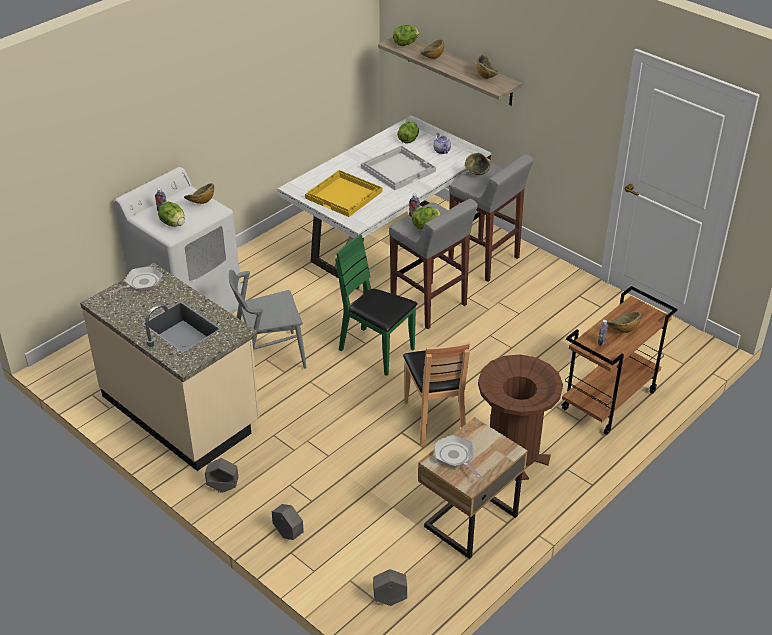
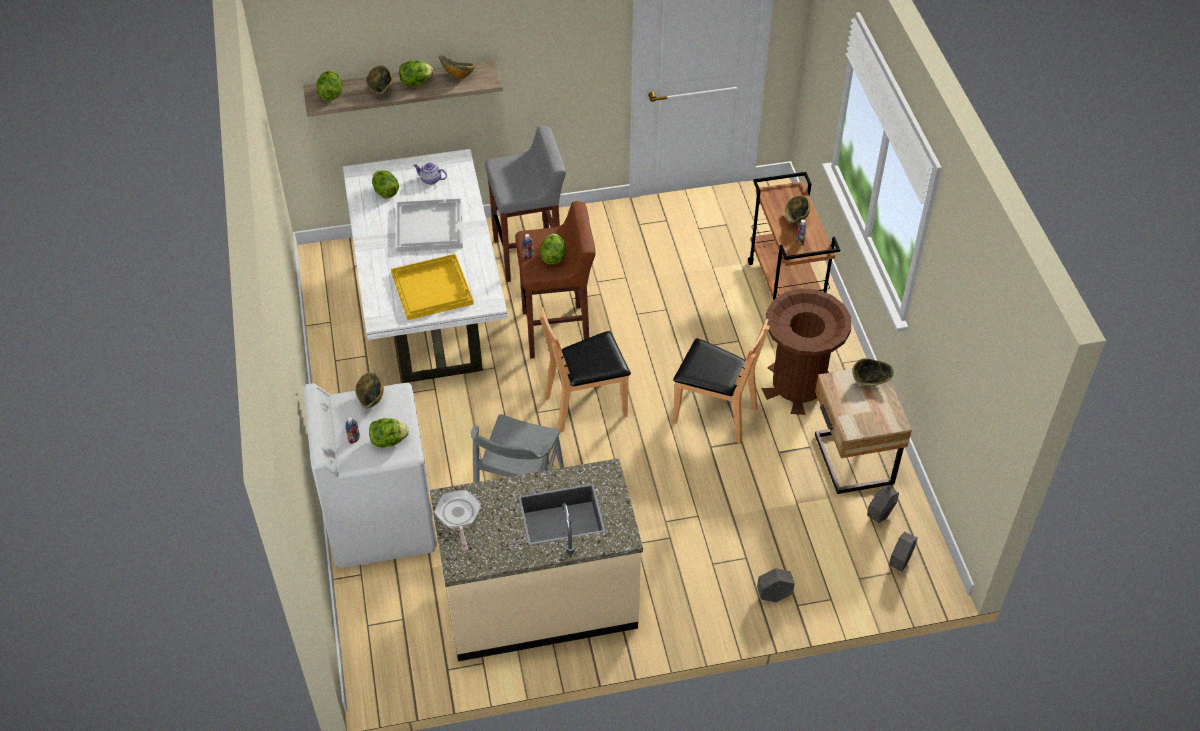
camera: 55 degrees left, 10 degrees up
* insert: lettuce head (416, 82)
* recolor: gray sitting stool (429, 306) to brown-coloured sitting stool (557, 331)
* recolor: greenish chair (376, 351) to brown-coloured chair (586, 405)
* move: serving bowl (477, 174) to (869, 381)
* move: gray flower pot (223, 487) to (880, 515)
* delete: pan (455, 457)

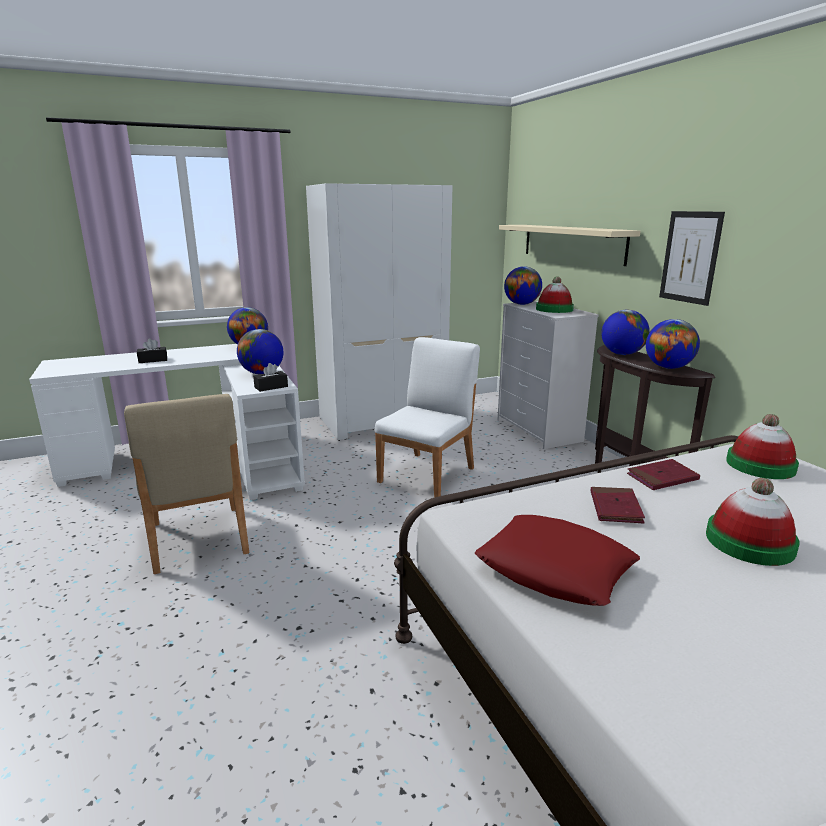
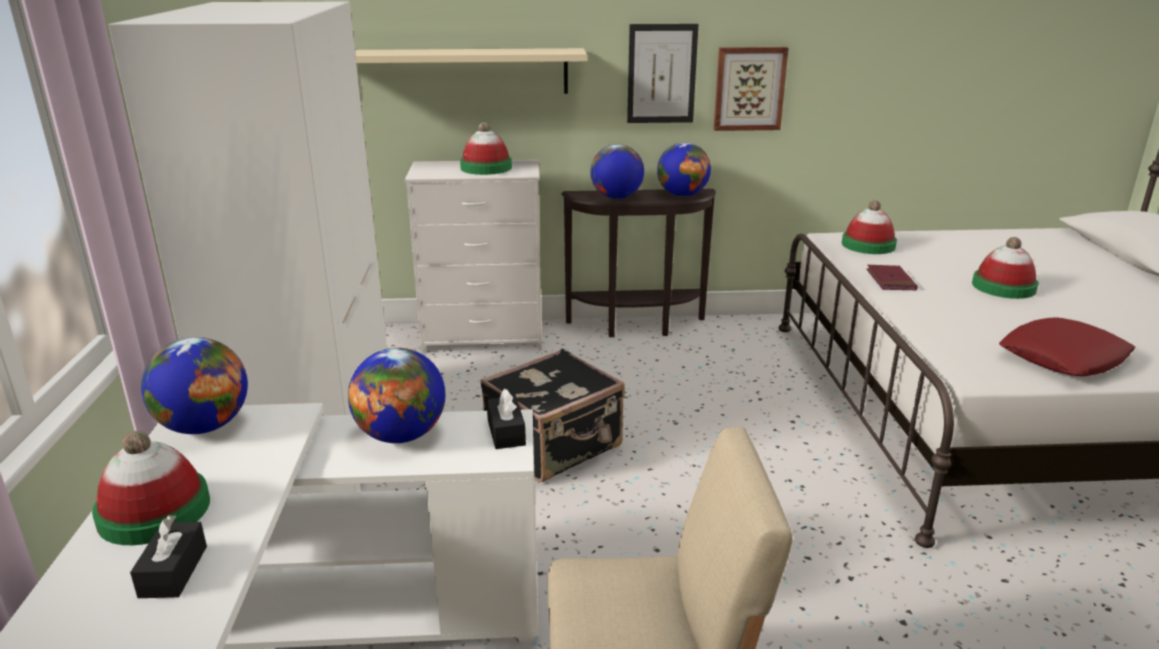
camera: 70 degrees left, 5 degrees up
* insert: hat (154, 511)
* replace: whitish chair (428, 474) to black suitcase (555, 446)
* insert: picture (749, 88)
* delete: globe (521, 304)
* delete: reddish book (615, 508)

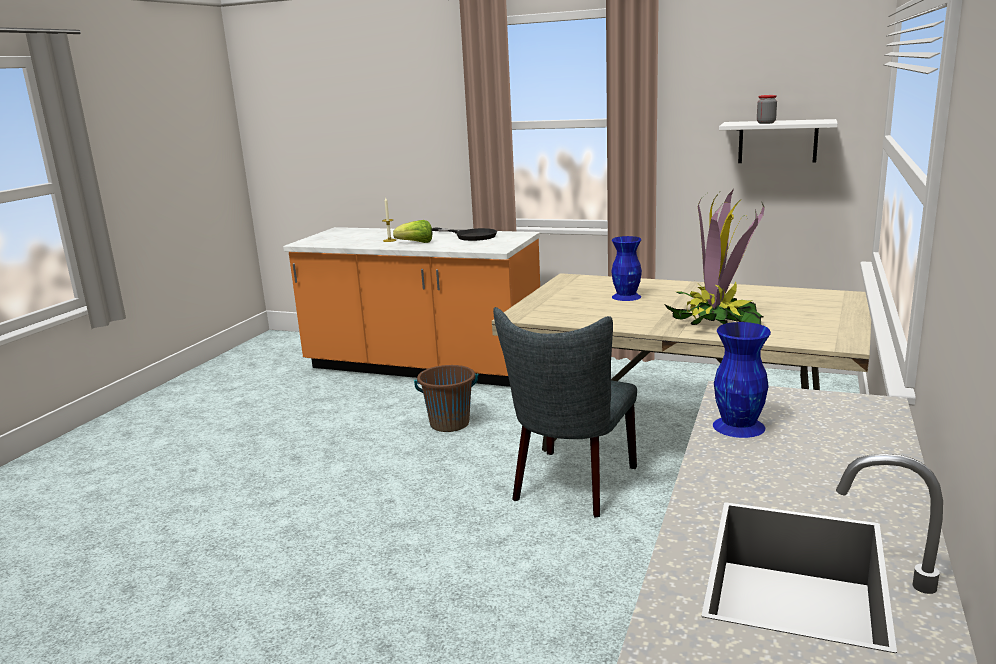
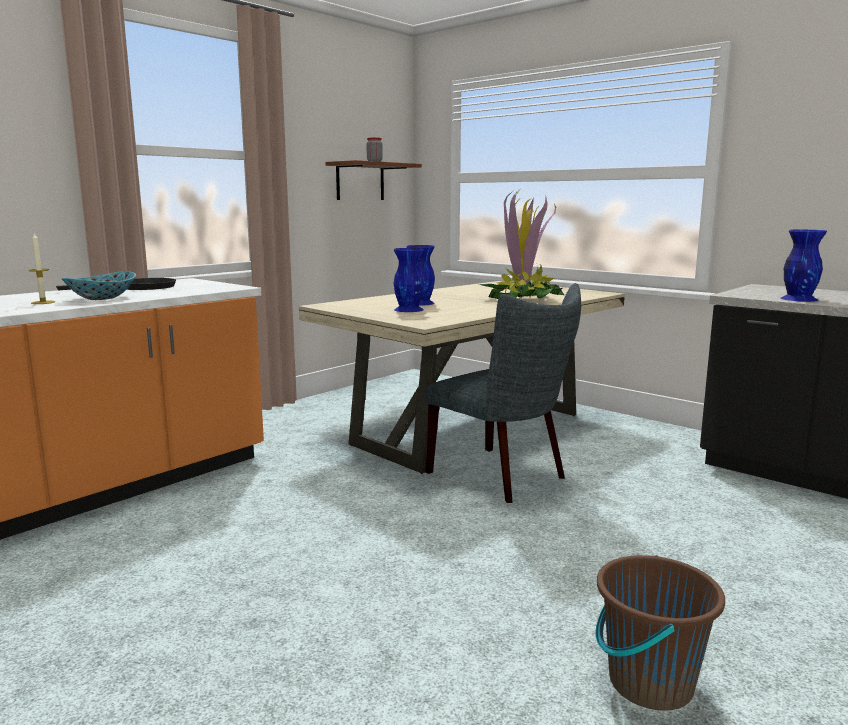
camera: 70 degrees left, 5 degrees down
* replace: lettuce head (416, 243) to serving bowl (102, 298)
* recolor: whitish wall shelf (777, 141) to brown-coloured wall shelf (360, 181)
* insert: bluish flower vase (409, 309)
* move: brown-coloured water bucket (449, 423) to (649, 683)

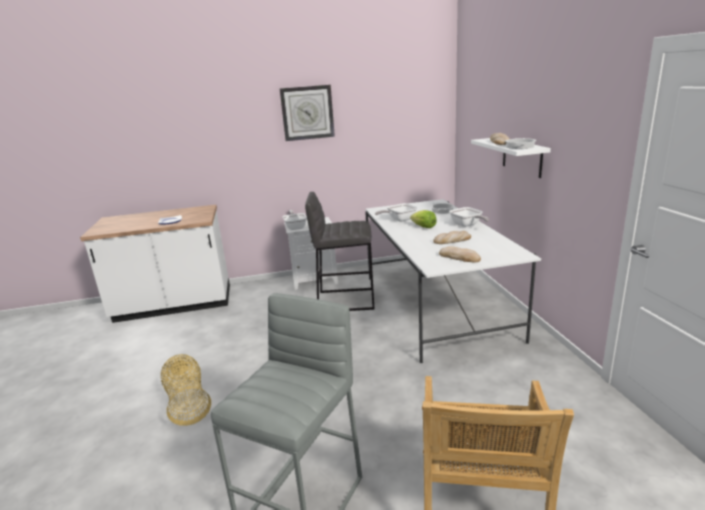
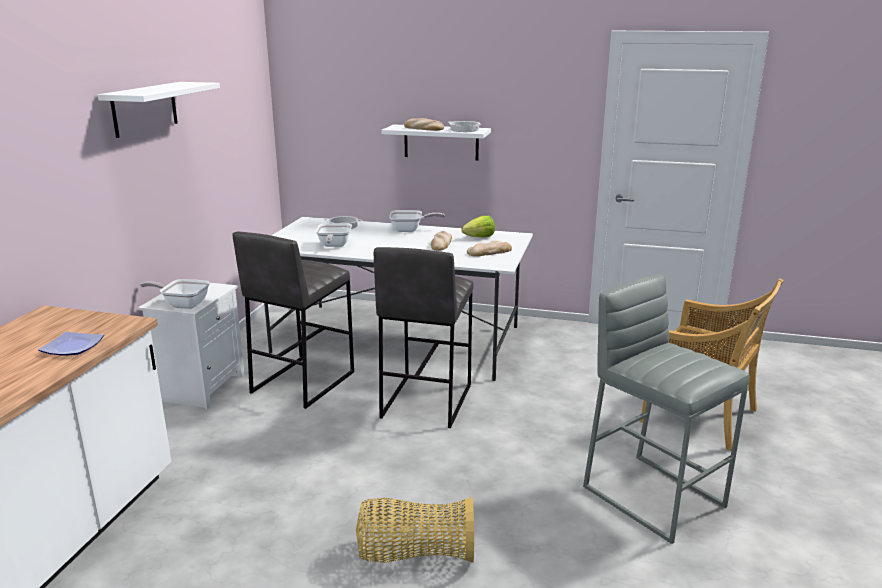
camera: 65 degrees left, 0 degrees up
* replace: clock on the wall (307, 113) to whitish wall shelf (145, 108)
* insert: gray sitting stool (425, 401)
* move: lettuce head (423, 227) to (480, 237)

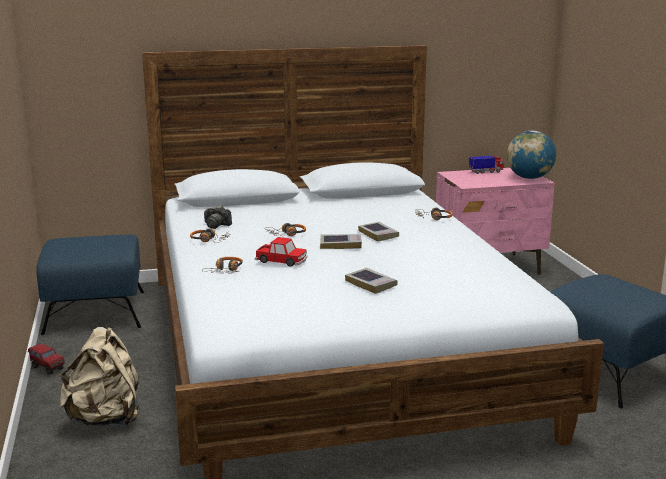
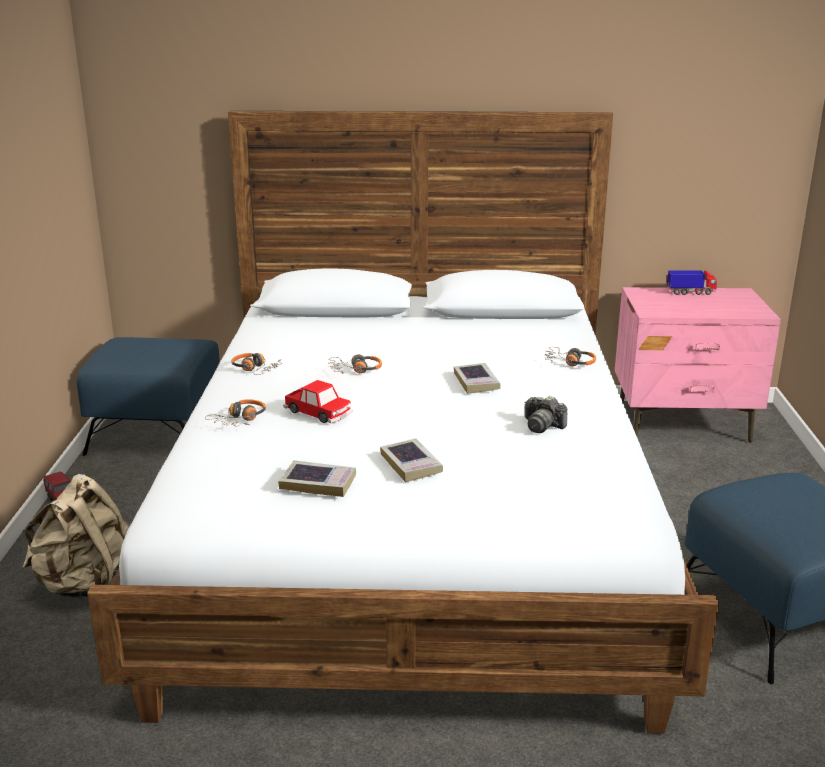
camera: 15 degrees right, 5 degrees up
* move: book (340, 244) to (318, 483)
* move: still camera (216, 225) to (542, 426)
* delete: globe (529, 178)

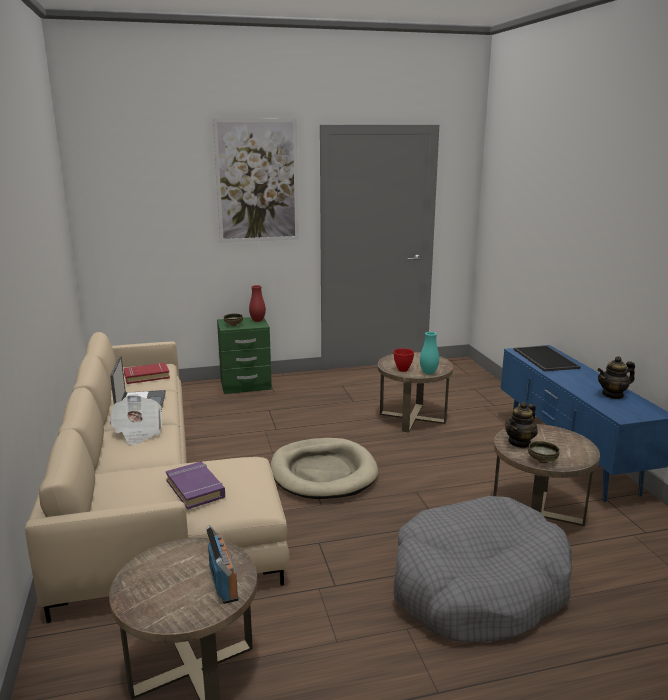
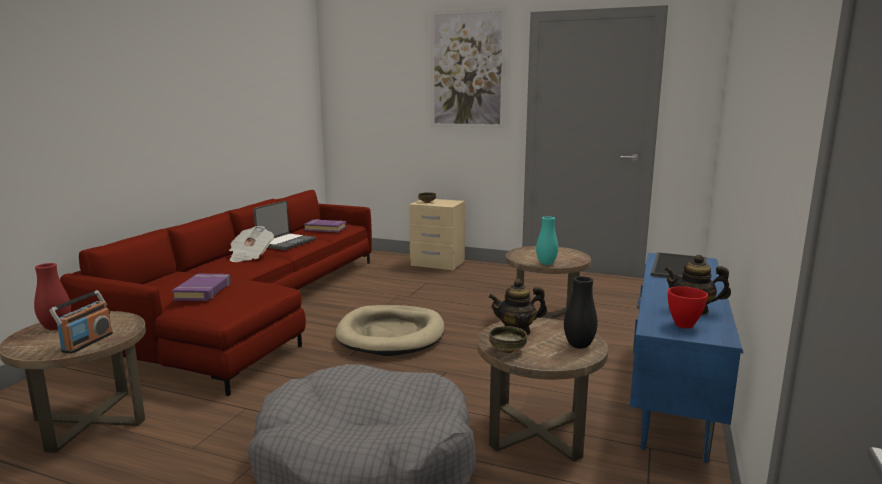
camera: 35 degrees right, 5 degrees down
* move: reddish flower vase (257, 320) to (56, 328)
* recolor: beige settee (147, 489) to reddish settee (256, 309)
* recolor: reddish book (146, 376) to purplish book (325, 229)
* recolor: greenish night table (245, 385) to beige night table (437, 263)
* insert: black flower vase (579, 346)
* move: reddish serving bowl (402, 370) to (683, 325)

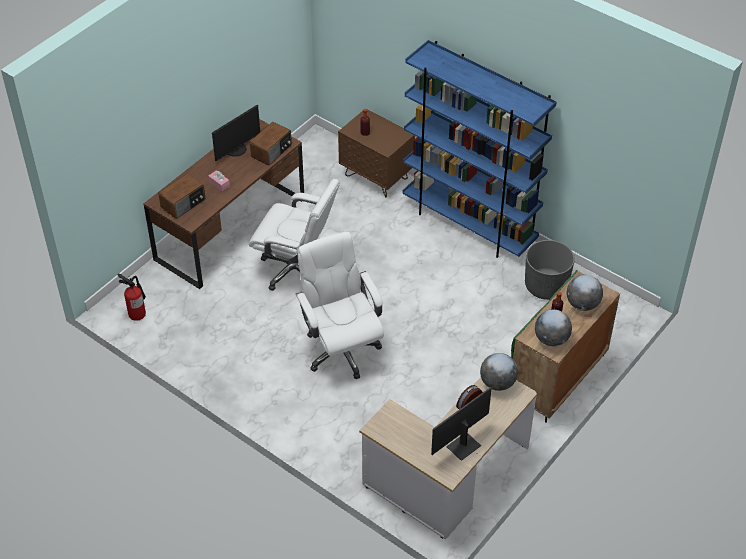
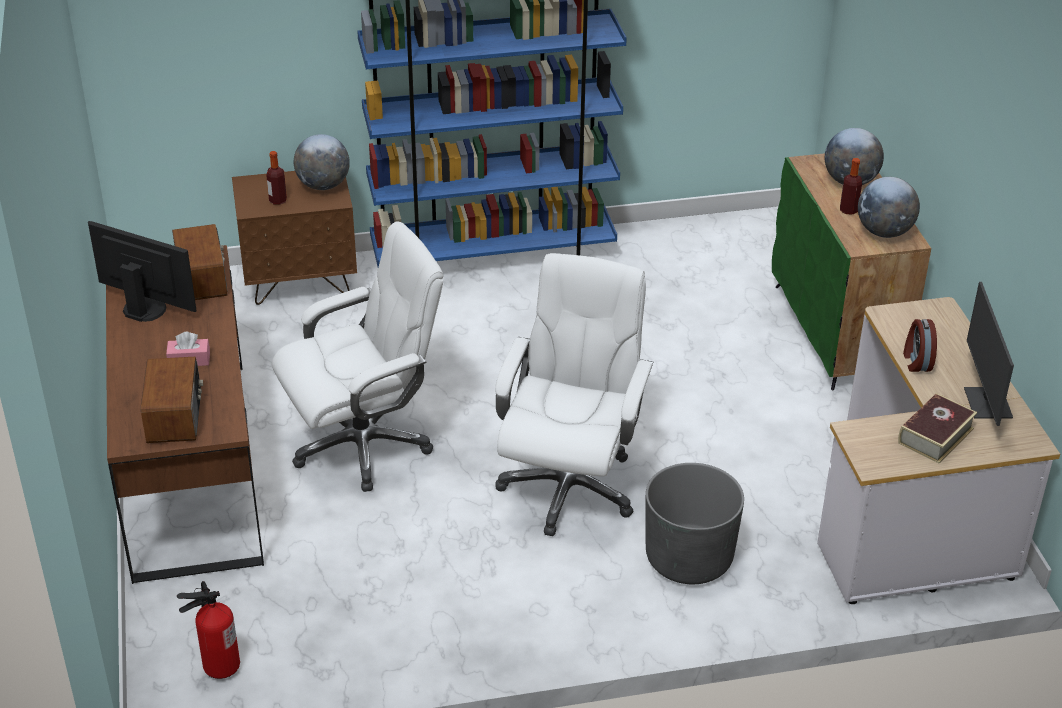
camera: 50 degrees left, 10 degrees down
* rotate: monitor (236, 149) = (146, 308) 60 degrees counterclockwise
* move: globe (497, 383) to (323, 186)
* rotate: whitish computer chair (341, 349) = (569, 486) 90 degrees clockwise
* move: gray flower pot (546, 286) to (689, 558)
* insert: book (935, 435)

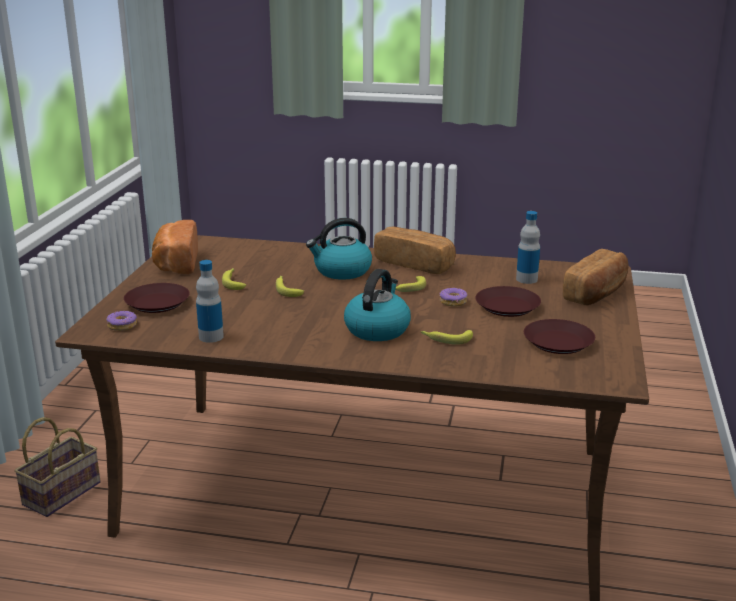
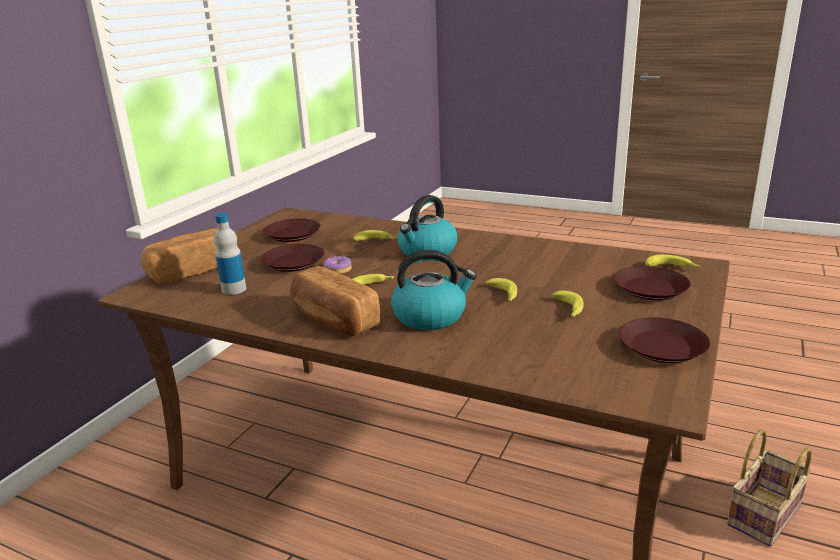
camera: 165 degrees left, 0 degrees up
* replace: bread (175, 264) to brown-coloured plate (662, 347)
* replace: doughnut (122, 326) to banana (672, 268)
* delete: bottle (211, 337)

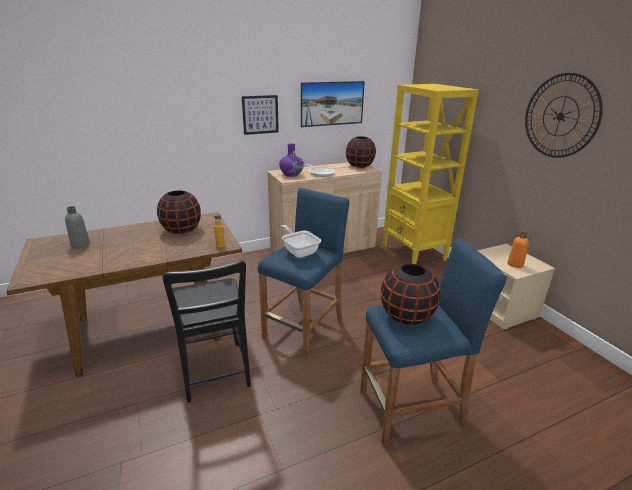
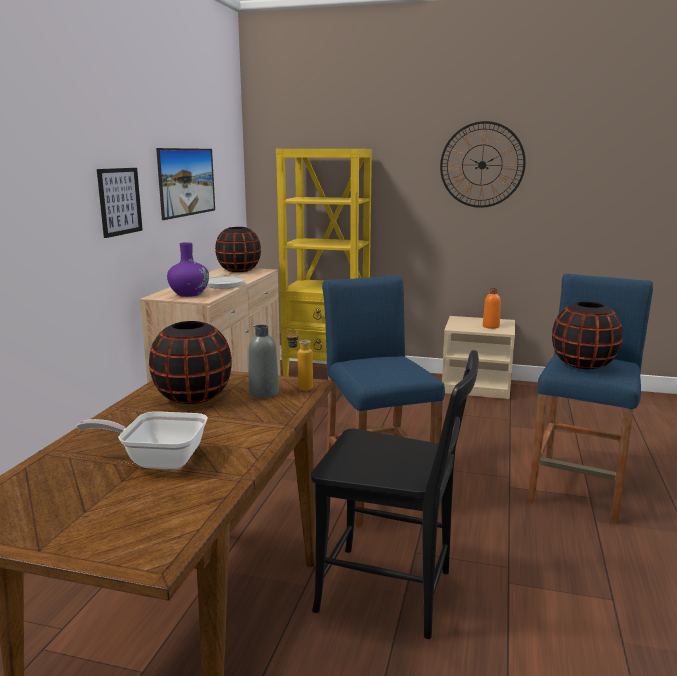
camera: 50 degrees left, 10 degrees down
* move: pan (299, 251) to (158, 460)
* move: gray bottle (80, 244) to (264, 393)

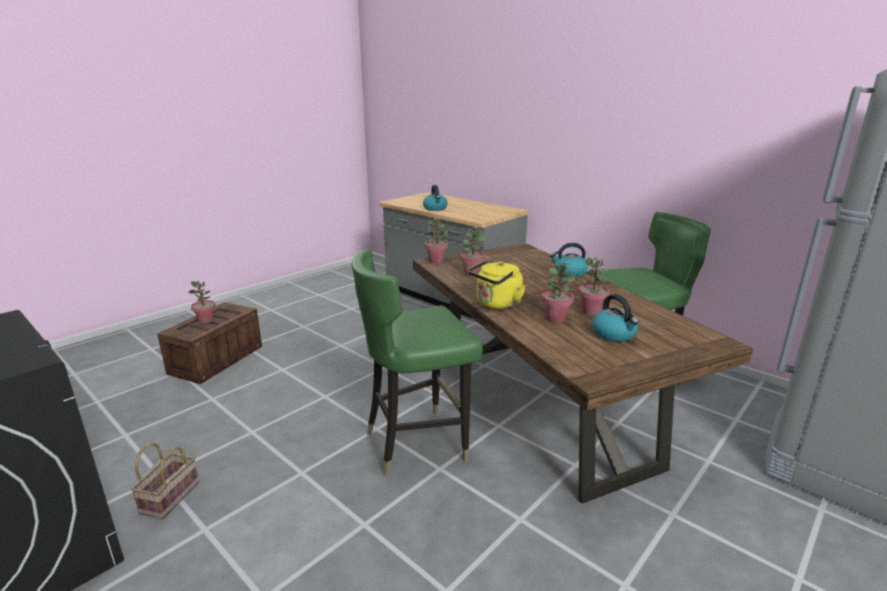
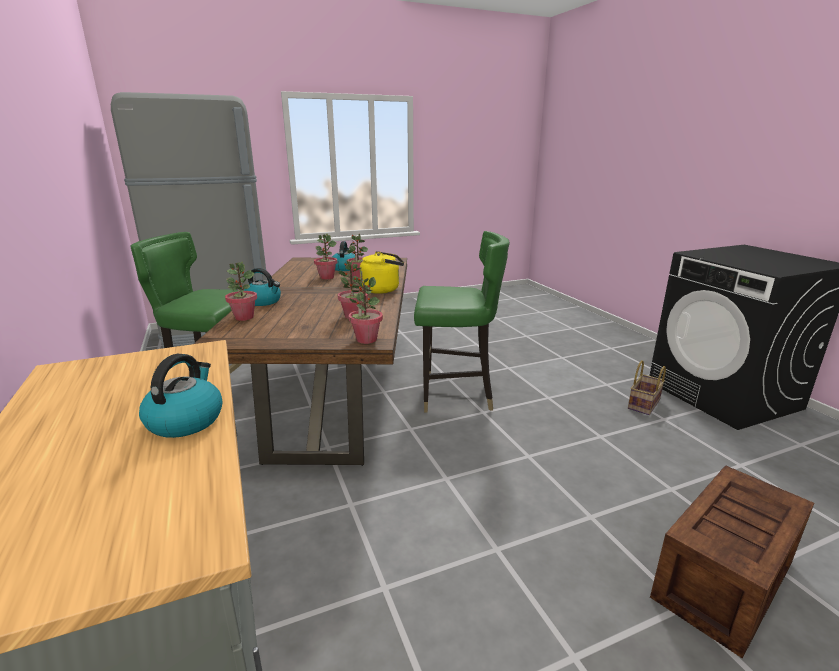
camera: 155 degrees left, 0 degrees up
* move: plant in a pot (206, 320) to (244, 317)

